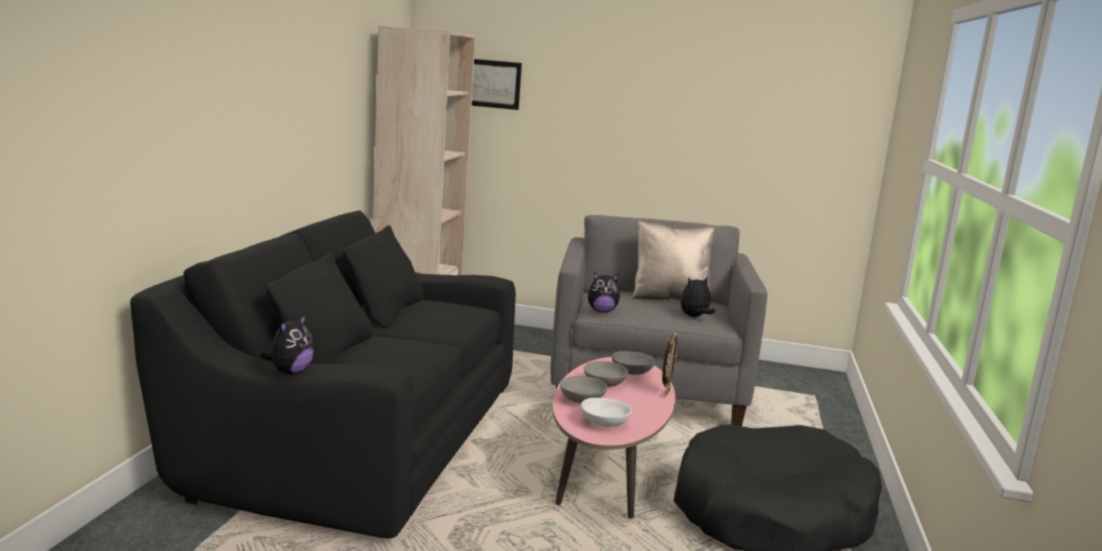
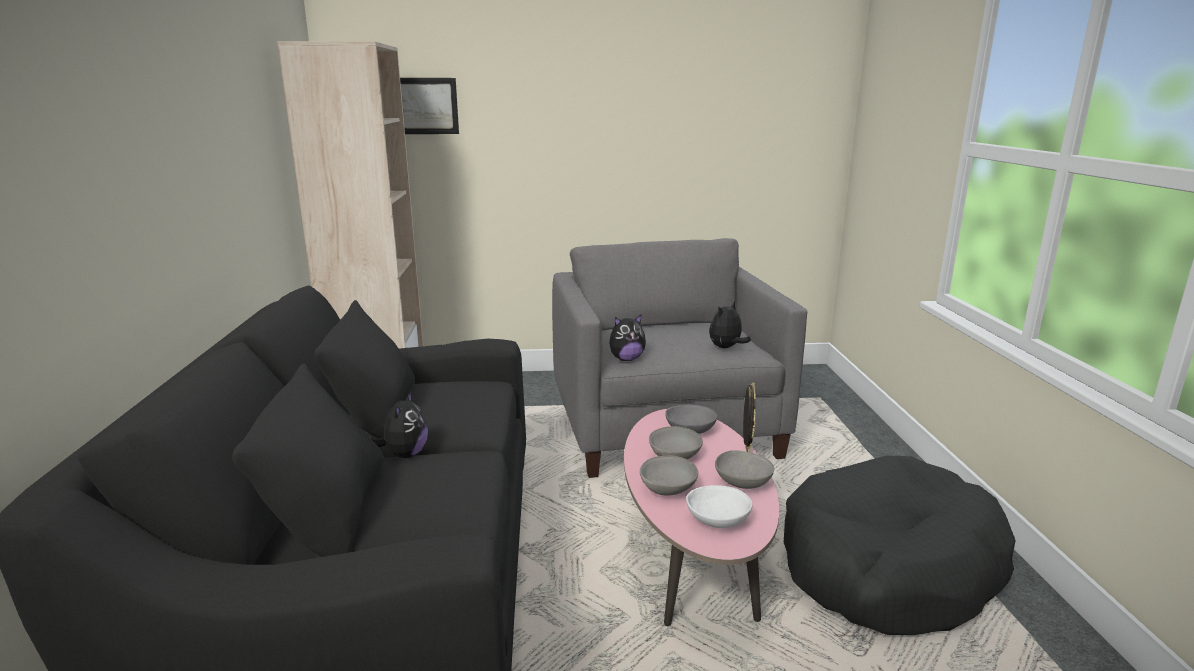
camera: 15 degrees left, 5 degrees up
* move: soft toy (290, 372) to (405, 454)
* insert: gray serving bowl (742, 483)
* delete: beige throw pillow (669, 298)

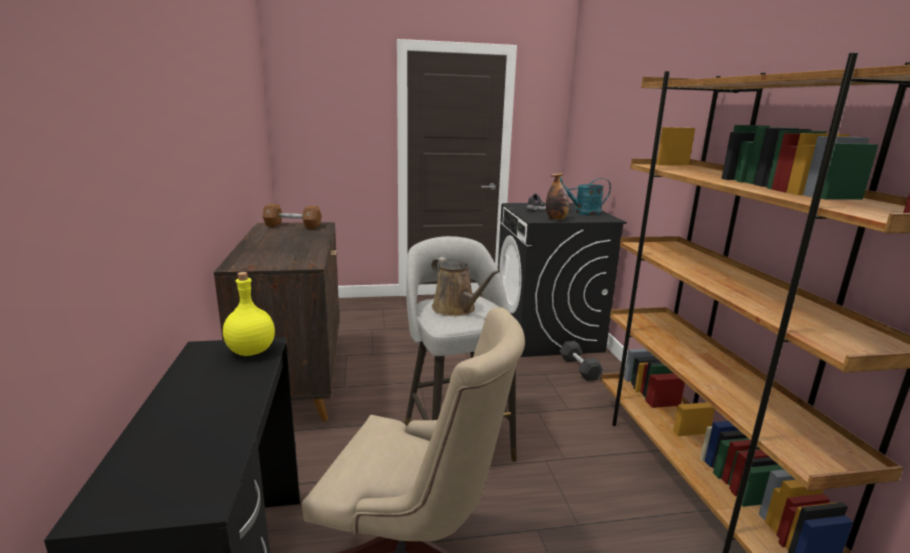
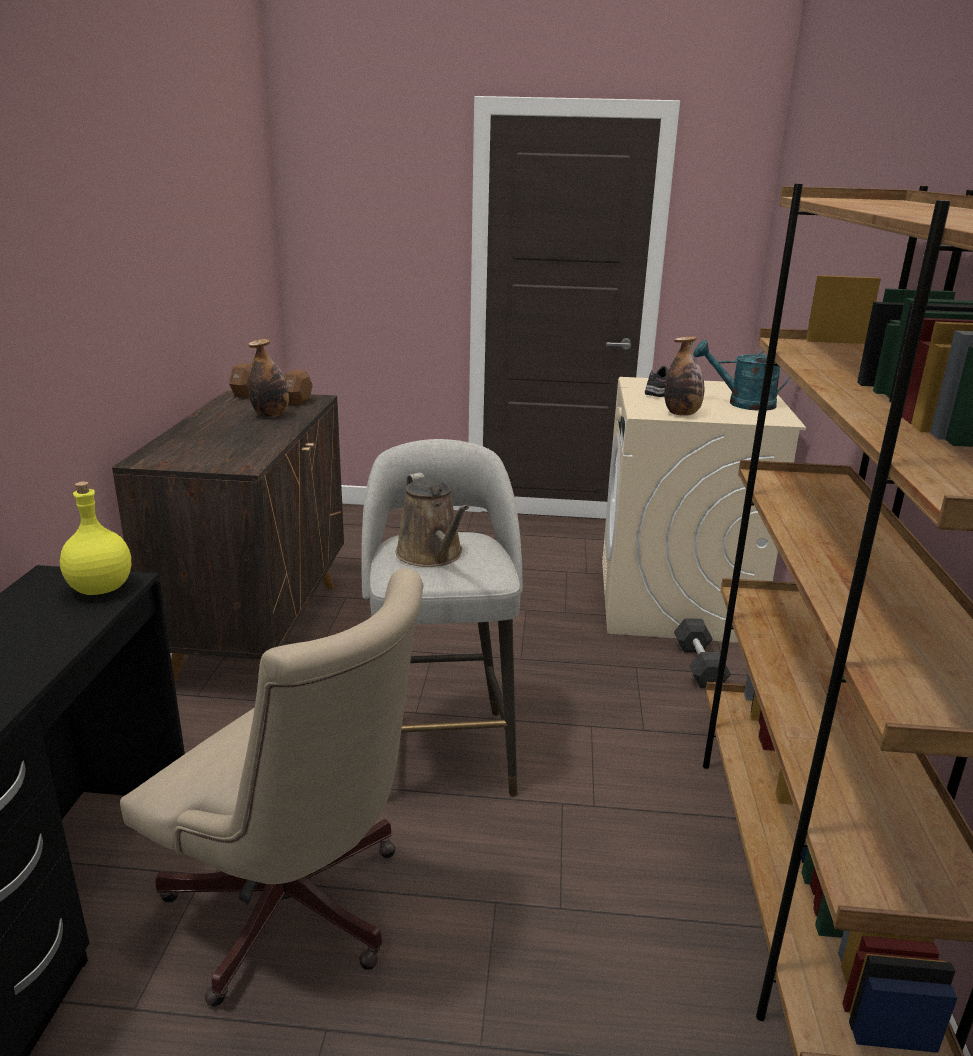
camera: 15 degrees right, 5 degrees up
* insert: bottle (271, 415)
* recolor: black washing machine (547, 334) to beige washing machine (675, 601)

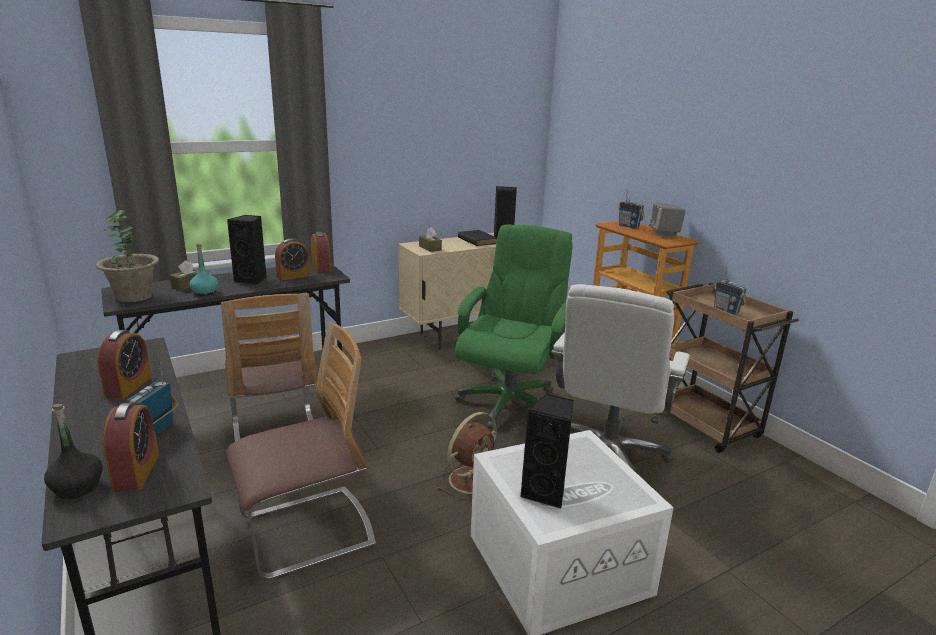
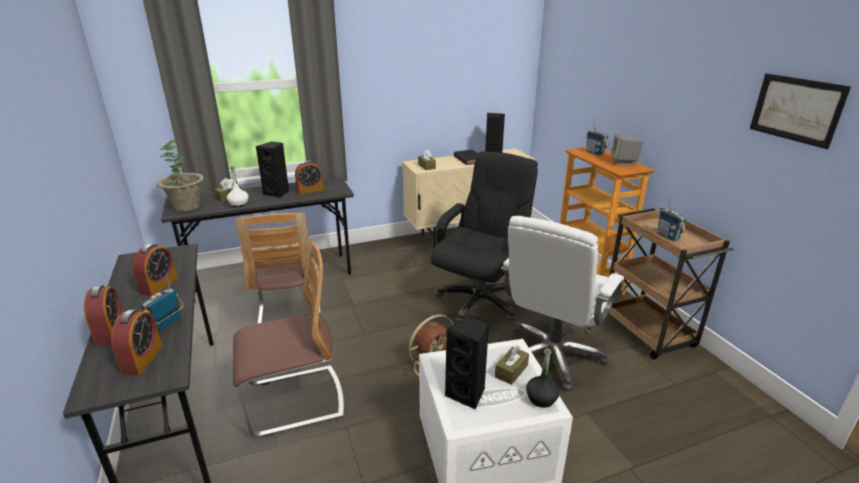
camera: 10 degrees right, 5 degrees up
* move: table clock (321, 267) to (111, 332)
* recolor: turquoise bottle (205, 292) to whitish bottle (239, 204)
* recolor: greenish computer chair (509, 402) to black computer chair (480, 300)
* insert: brown-coloured tissue holder (511, 371)
* move: black bottle (77, 487) to (541, 398)
* insert: picture (796, 109)

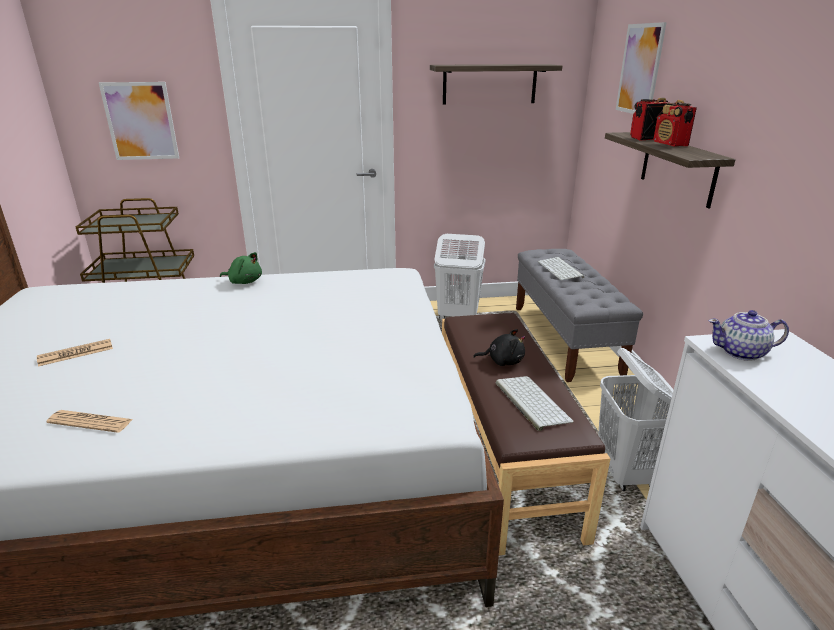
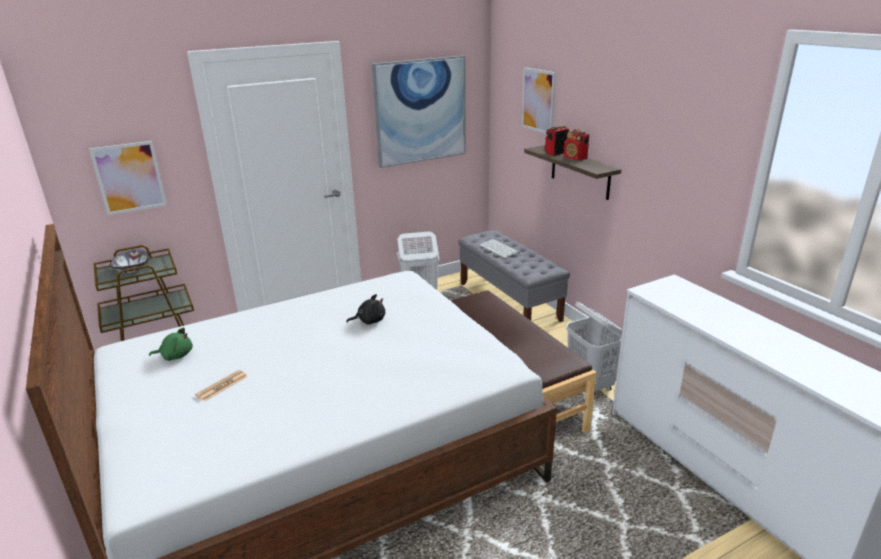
camera: 20 degrees left, 0 degrees up
* insert: serving bowl (133, 270)
* move: greenish soft toy (244, 281) to (176, 356)
* move: black soft toy (502, 361) to (369, 321)
* replace: wall shelf (489, 84) to picture (420, 111)
* delete: printed paper (90, 422)
* delete: keyboard (530, 401)
* delete: pot for tea (741, 353)

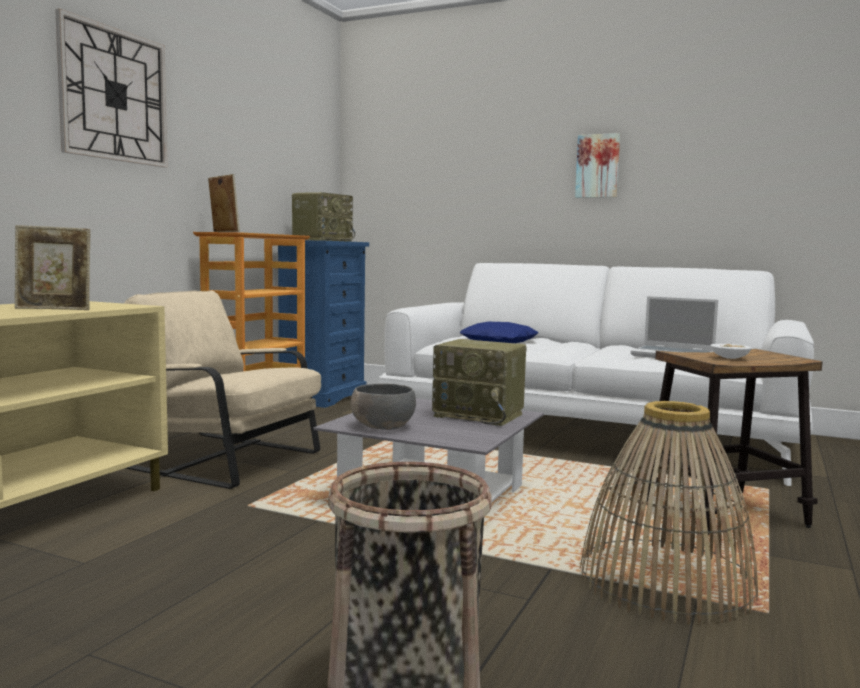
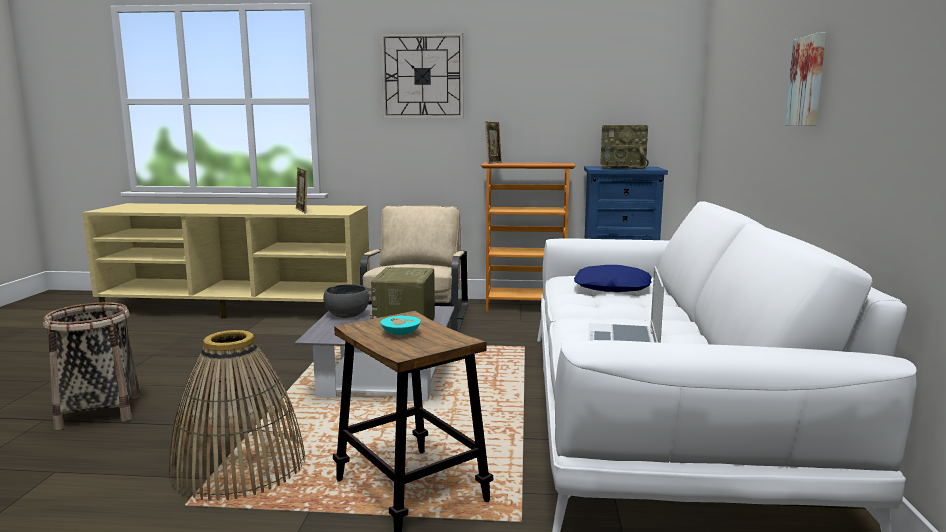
camera: 70 degrees right, 5 degrees up
* recolor: whitish serving bowl (731, 358) to turquoise serving bowl (400, 333)

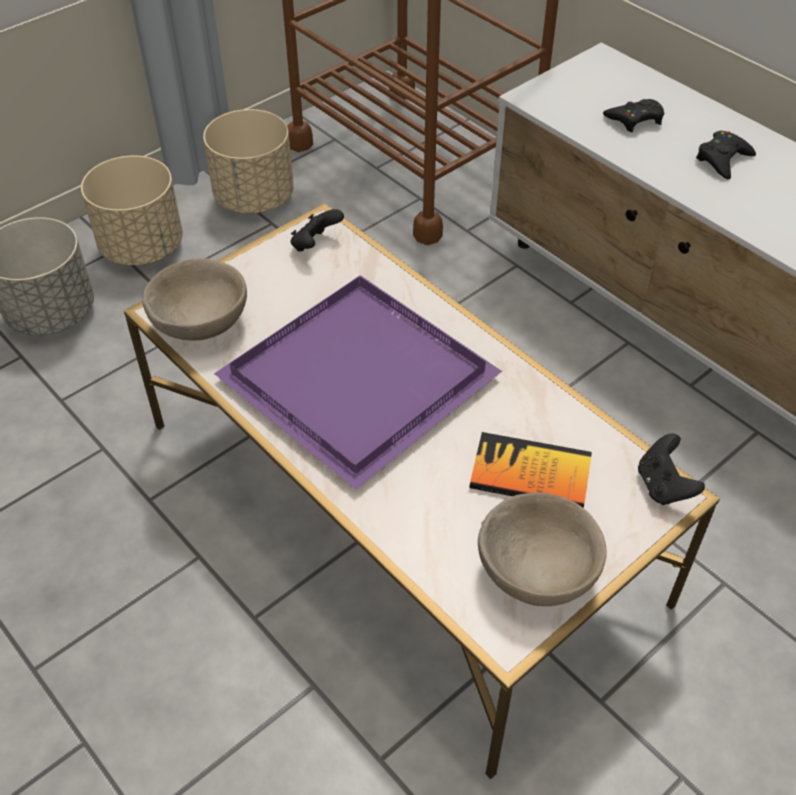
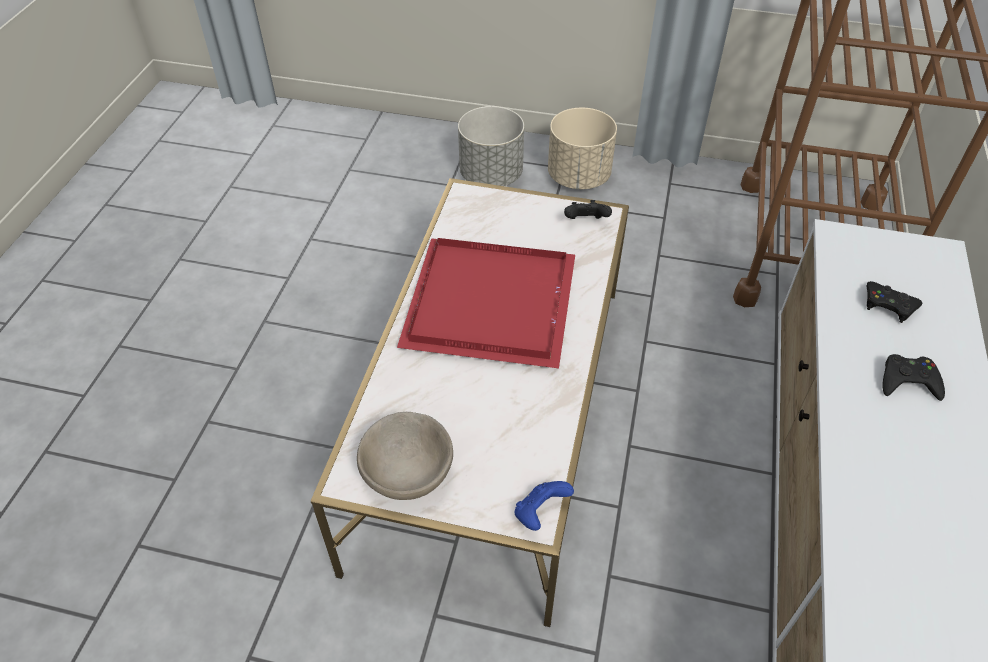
camera: 55 degrees right, 0 degrees up
* recolor: purplish tray (364, 379) to reddish tray (493, 306)
* recolor: black gamepad (663, 486) to bluish gamepad (540, 513)
* delete: beige serving bowl (201, 322)
* delete: beige flower pot (254, 198)
* delete: book (530, 473)

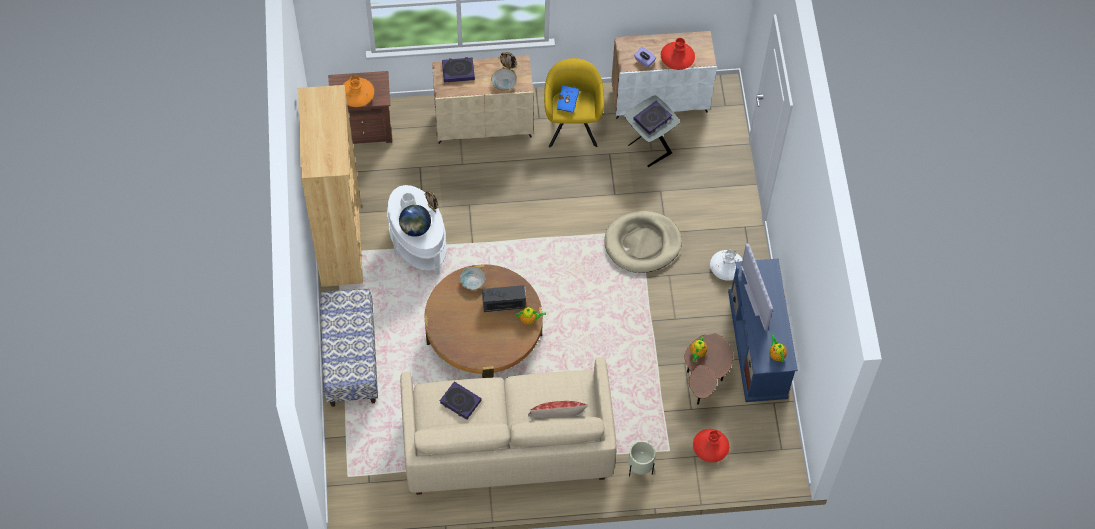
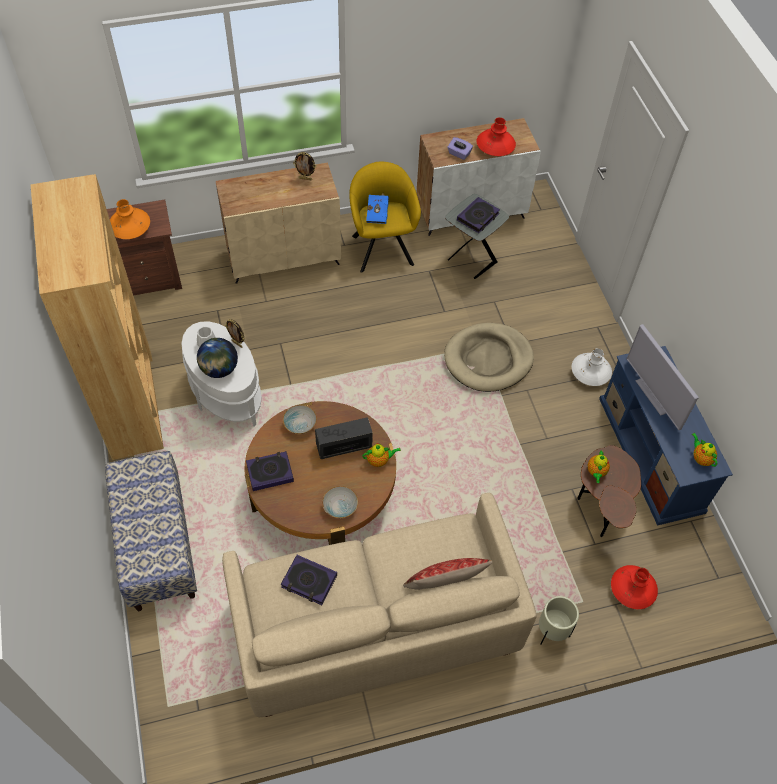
camera: 10 degrees left, 5 degrees down
* move: book (458, 71) to (270, 472)
* move: serving bowl (503, 83) to (340, 507)

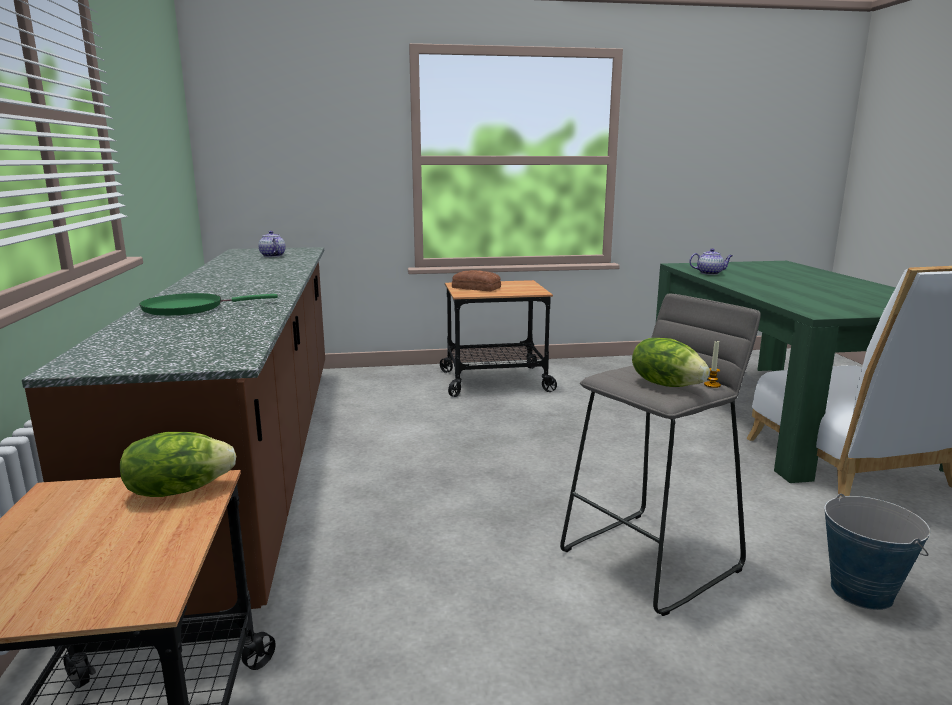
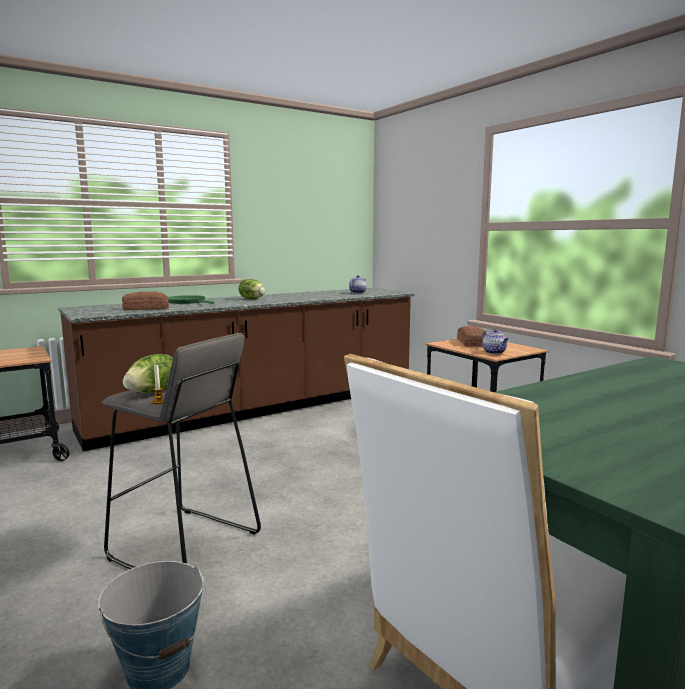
camera: 65 degrees right, 5 degrees down
* insert: bread (145, 308)
* move: lettuce head (178, 490) to (252, 299)
* move: pot for tea (710, 273) to (494, 352)

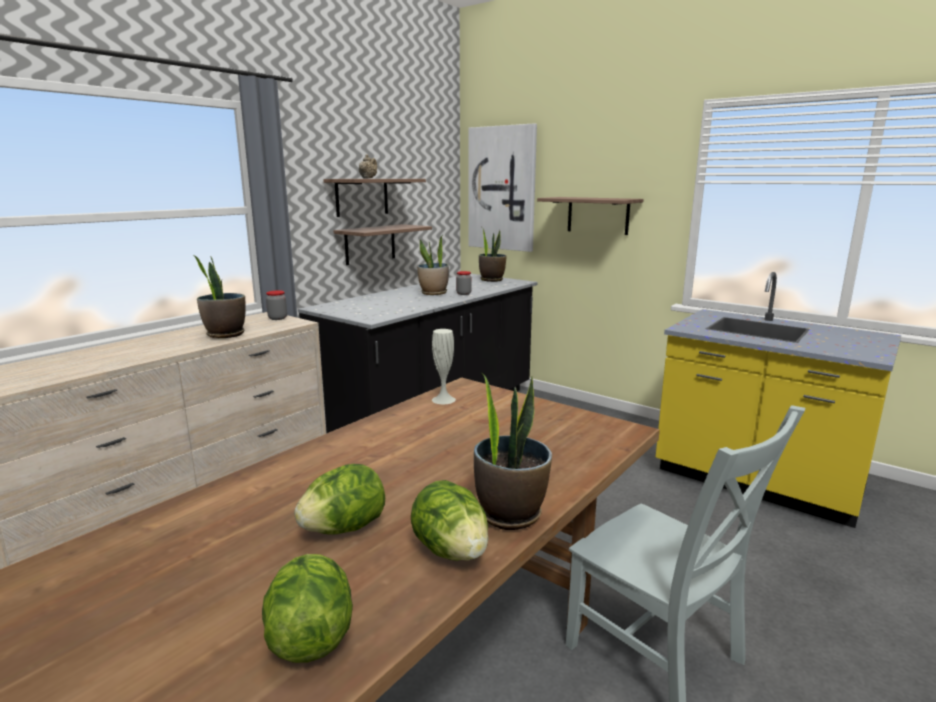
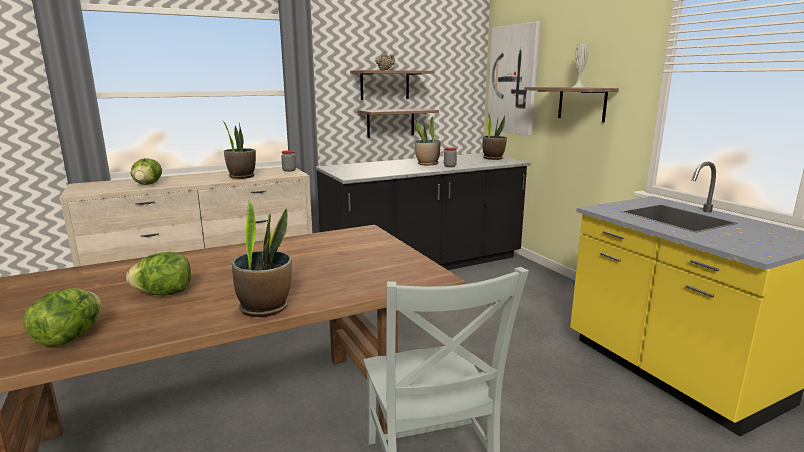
camera: 25 degrees right, 0 degrees up
* move: lettuce head (451, 551) to (148, 184)
* move: whitish flower vase (443, 399) to (578, 87)

